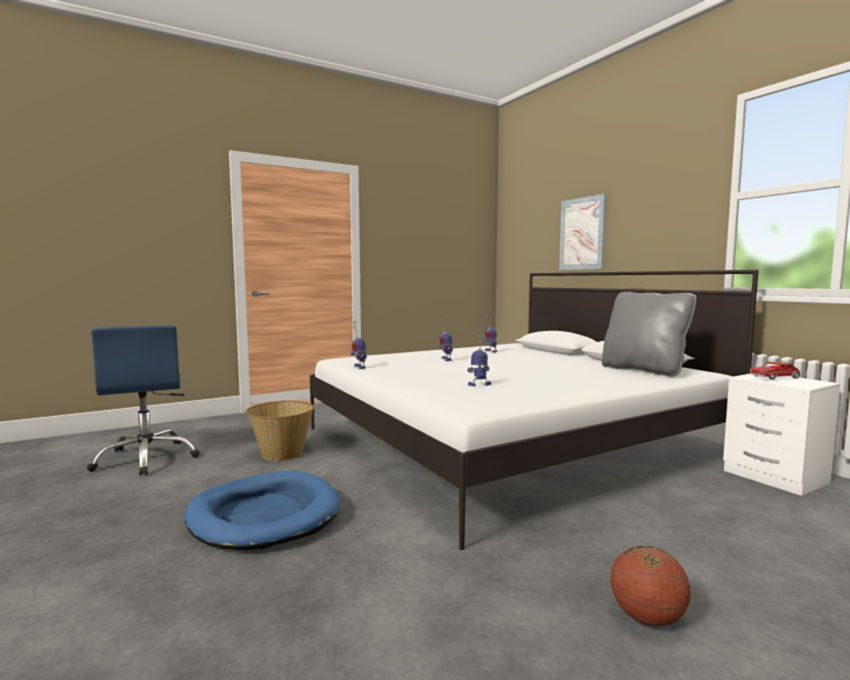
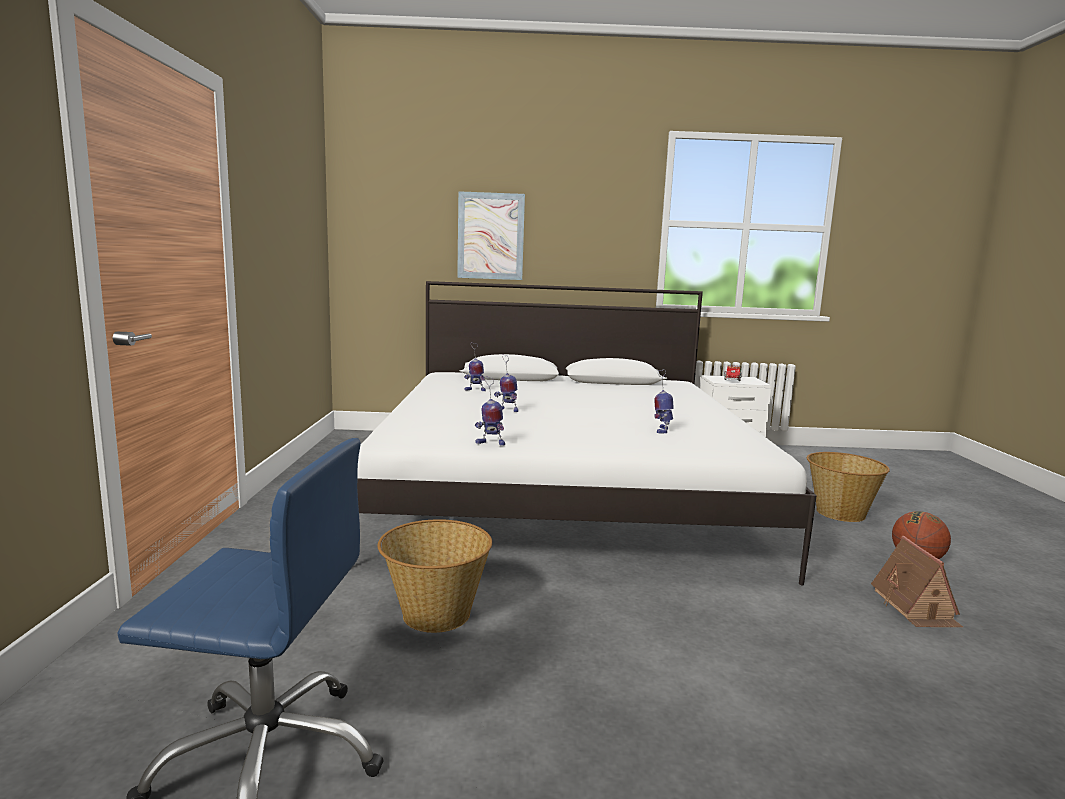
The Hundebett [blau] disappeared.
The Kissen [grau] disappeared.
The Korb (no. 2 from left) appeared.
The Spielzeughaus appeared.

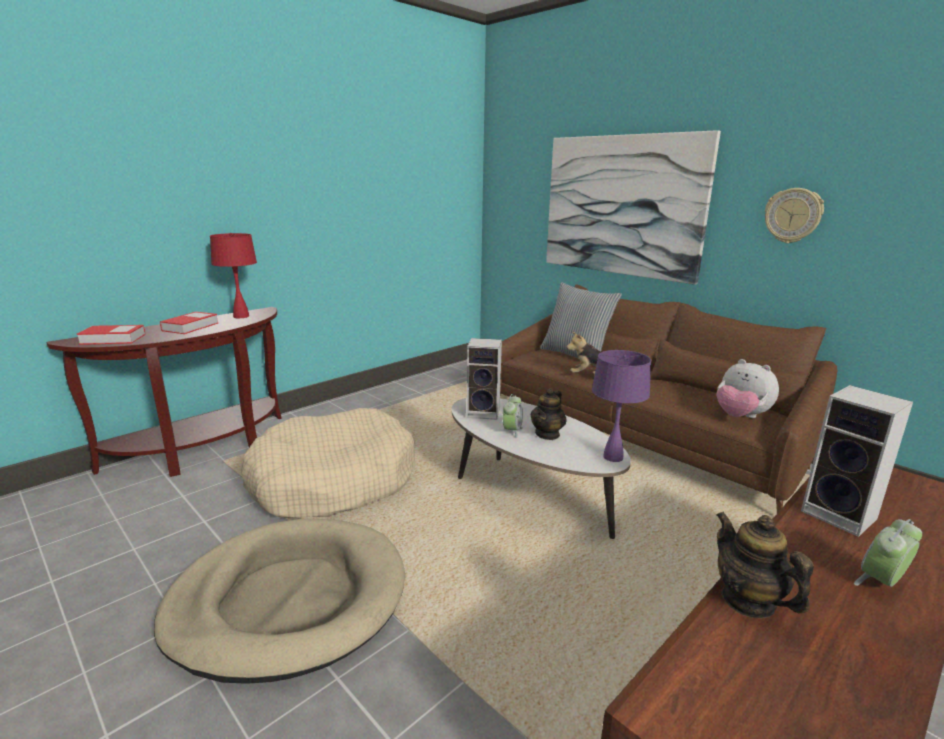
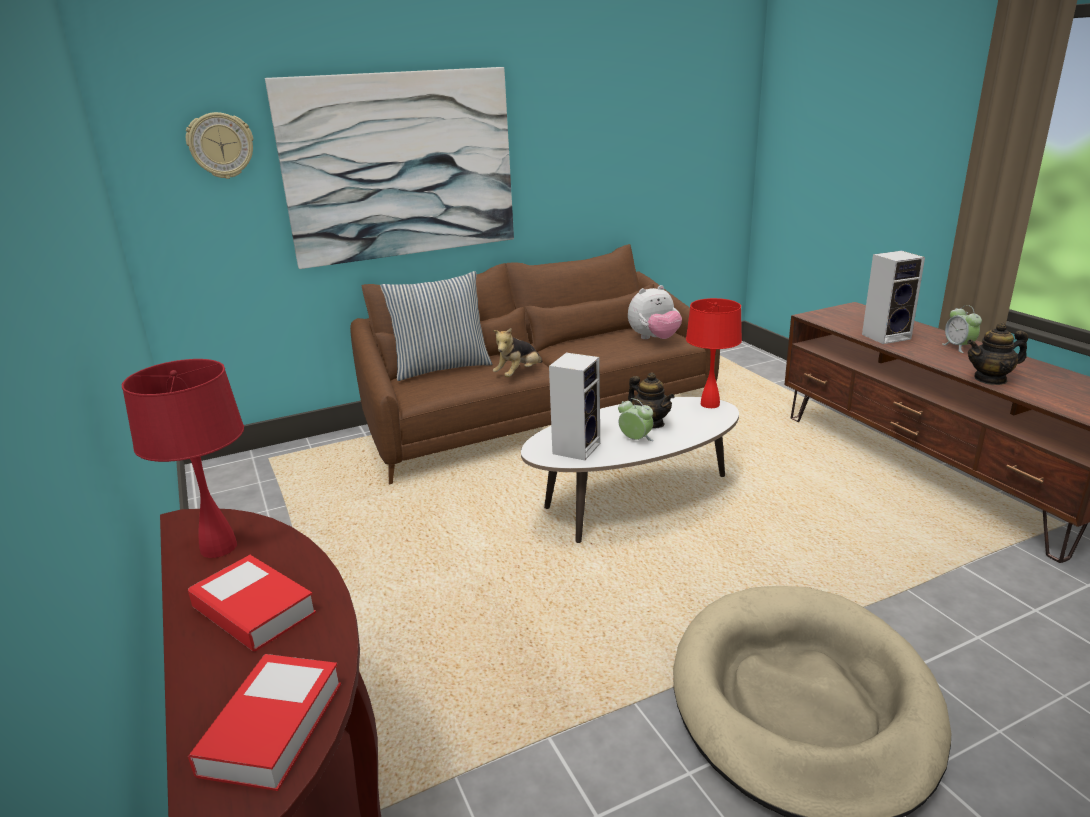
The Hundebett [beige] (no. 2 from left) disappeared.
The Wanduhr moved.
The Tischlampe [lila] became the Tischlampe [rot] (no. 2 from left).

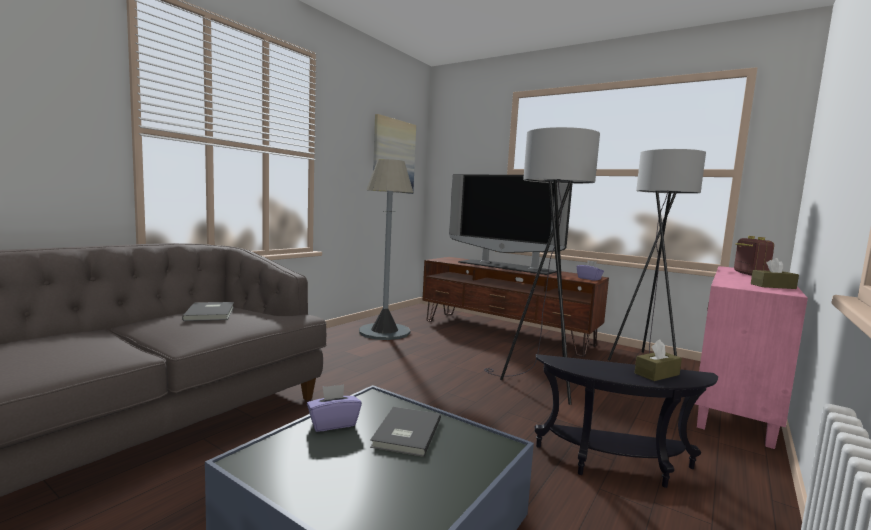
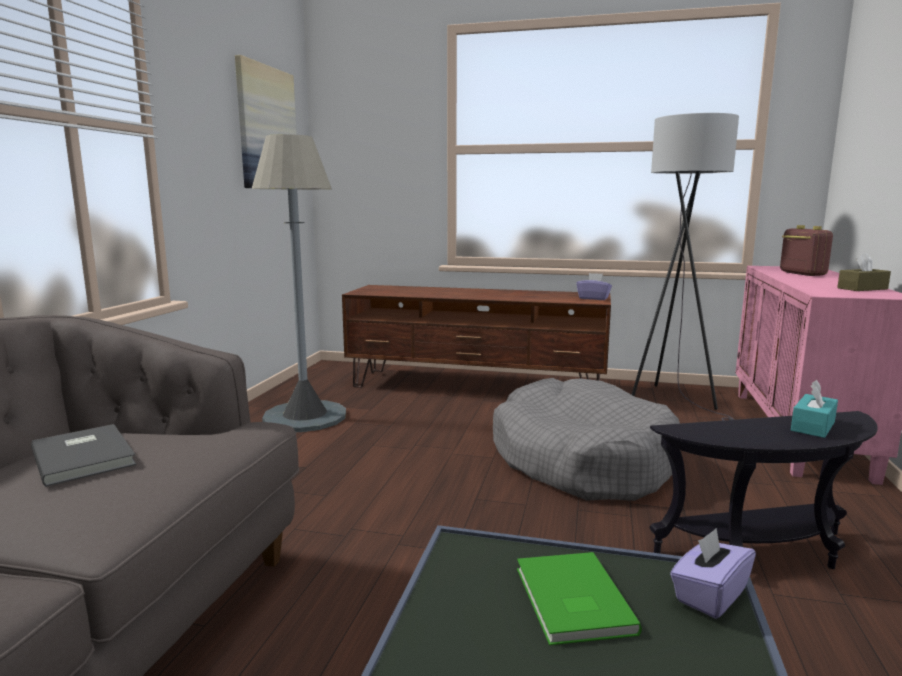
The Fernseher disappeared.
The Taschentuchbox [lila] (no. 1 from left in the first image) moved.
The Stehlampe [grau] (no. 2 from left) was replaced by the Hundebett [grau].
The Buch [grau] (no. 2 from left) became the Buch [grün].
The Taschentuchbox [braun] (no. 1 from left) became the Taschentuchbox [türkis].

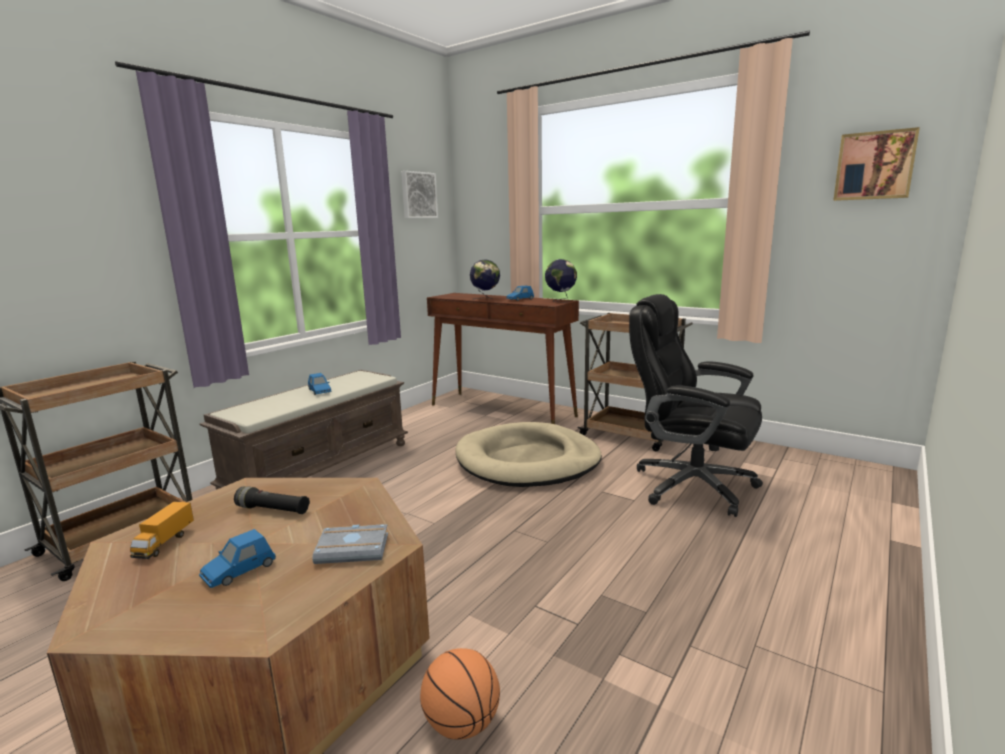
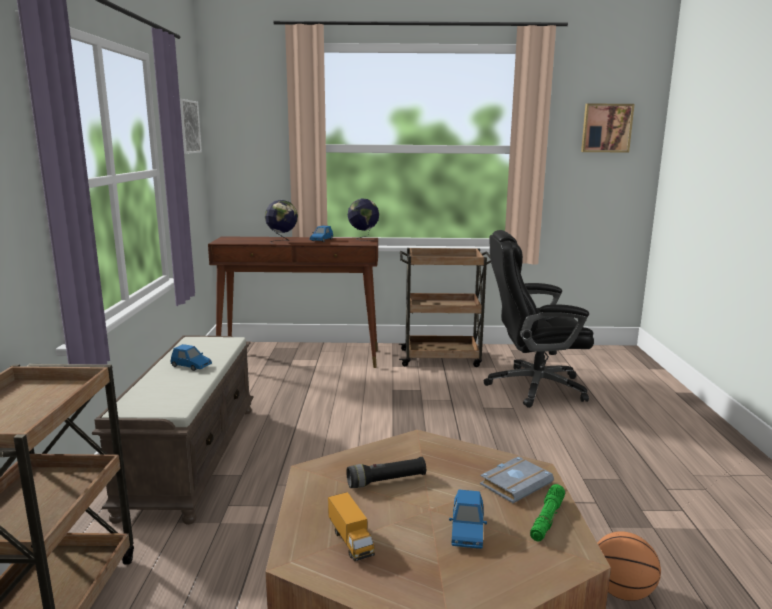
The Hundebett [beige] disappeared.
The Taschenlampe [grün] appeared.

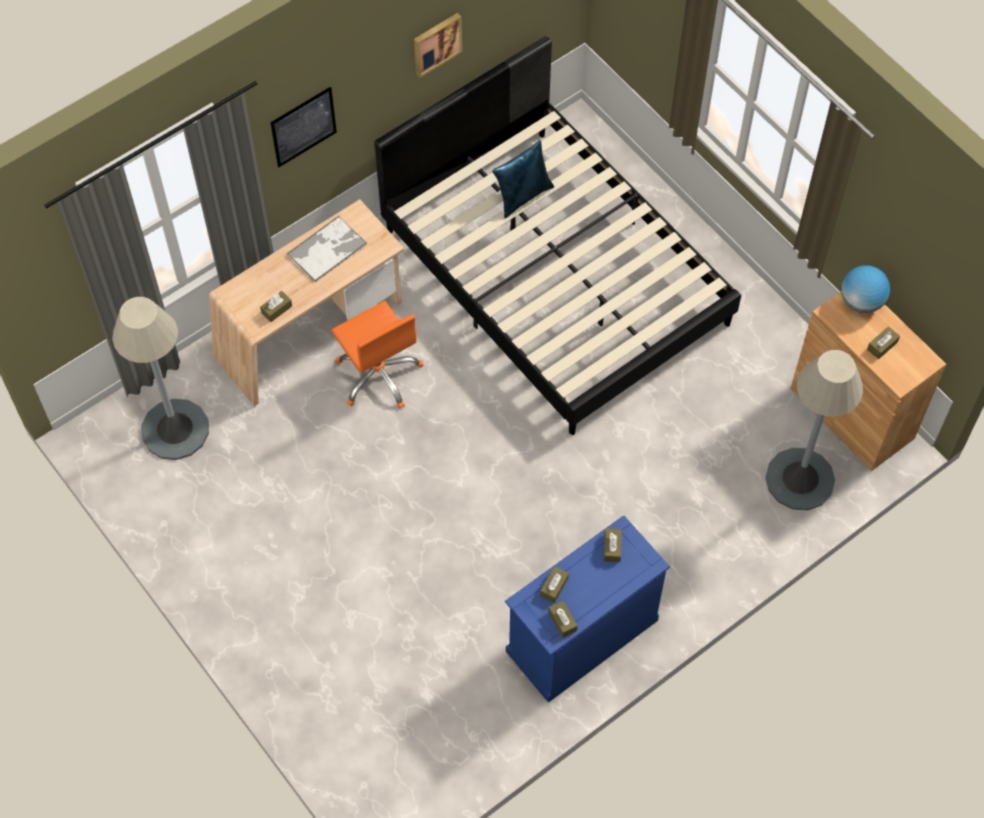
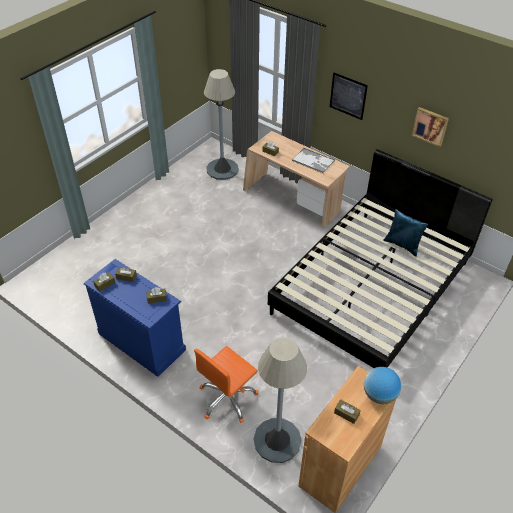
The Bürostuhl [orange] moved.

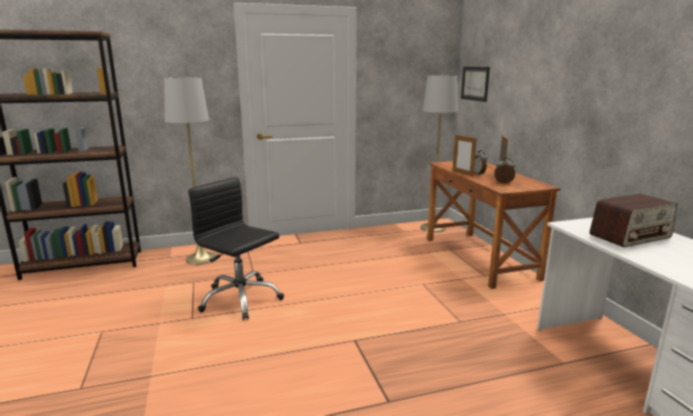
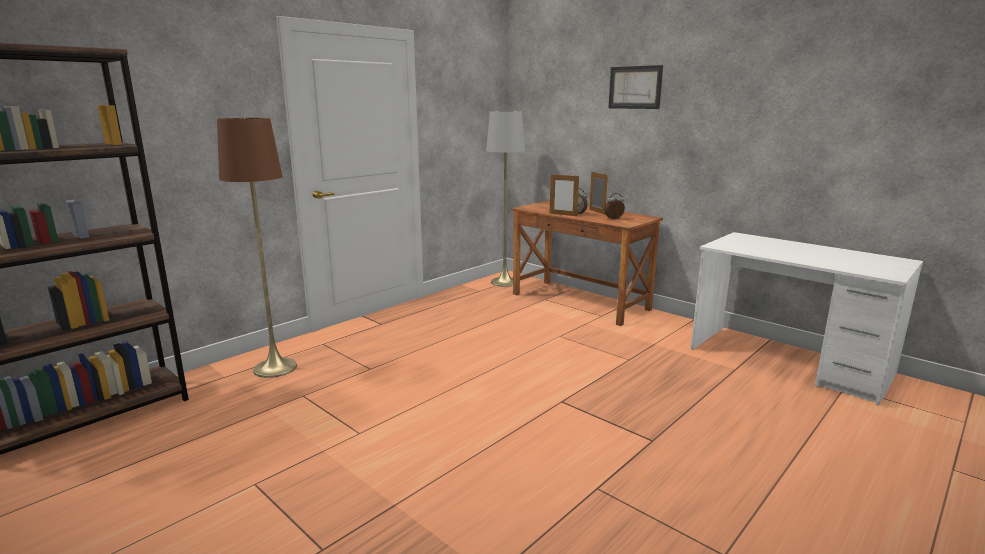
The Bürostuhl [schwarz] disappeared.
The Radio disappeared.
The Bild moved.
The Stehlampe [grau] (no. 1 from left) became the Stehlampe [braun].

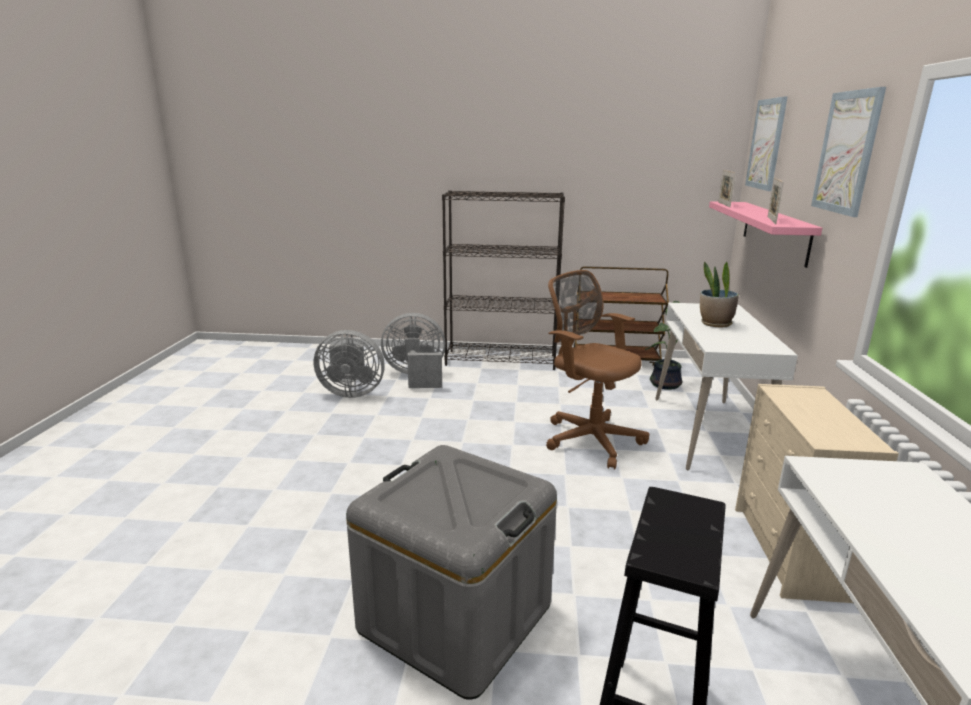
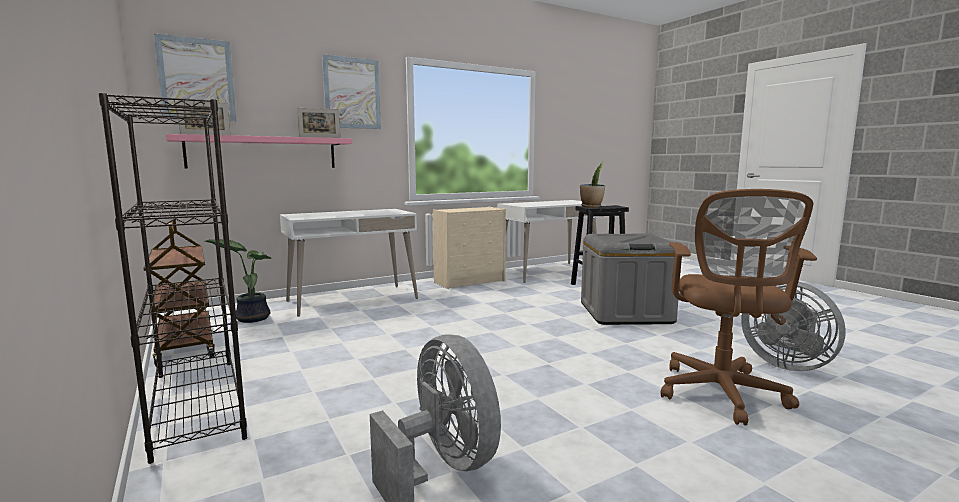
The Ventilator [grau] (no. 2 from left) moved.
The Bürostuhl [braun] moved.
The Topfpflanze (no. 2 from left) moved.

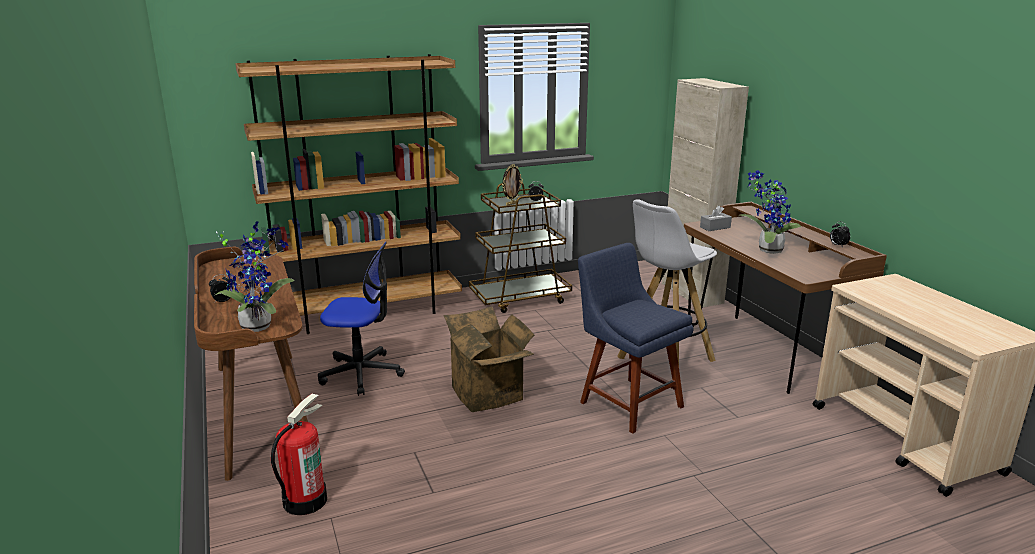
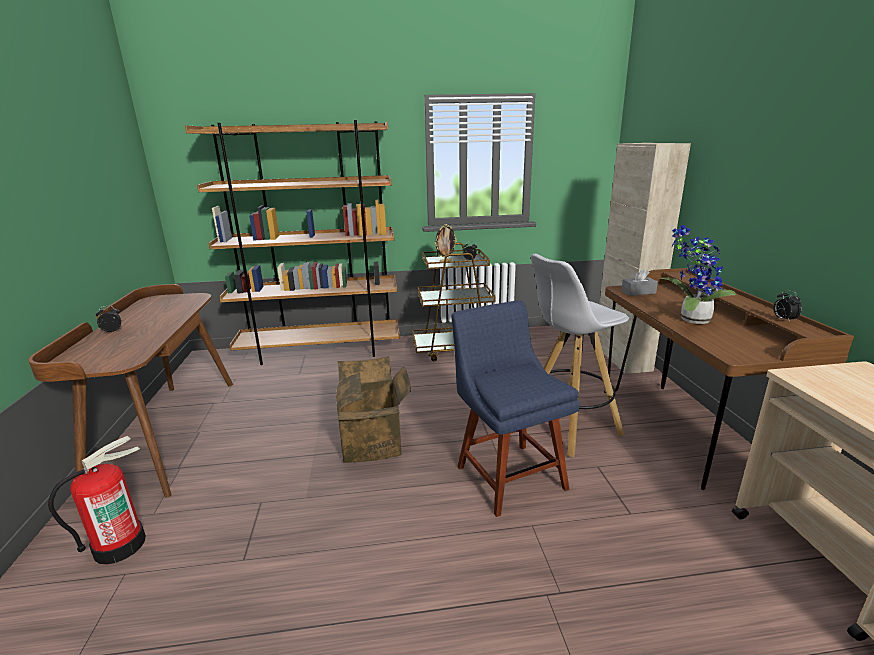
The Topfpflanze (no. 1 from left) disappeared.
The Bürostuhl disappeared.

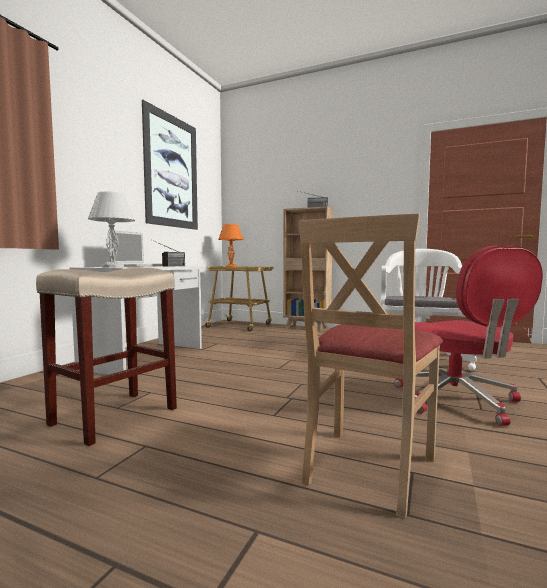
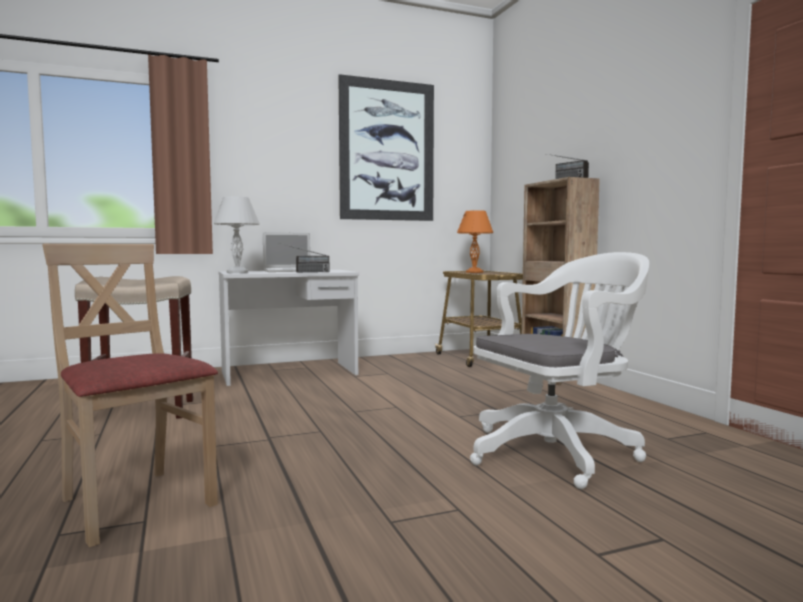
The Bürostuhl [rot] disappeared.
The Stuhl [beige] turned 60 degrees clockwise.

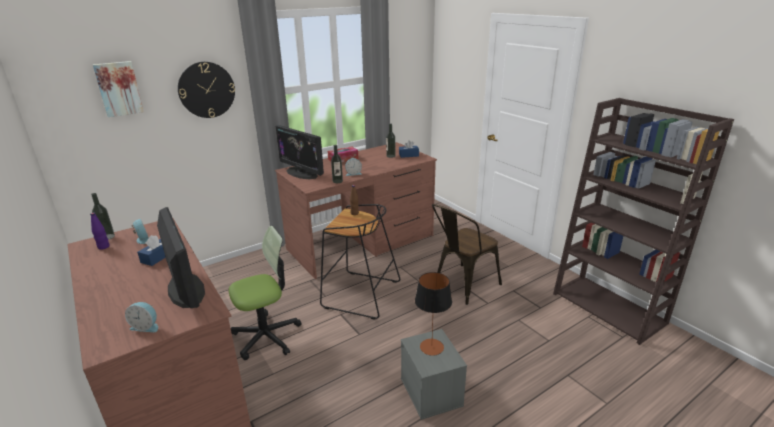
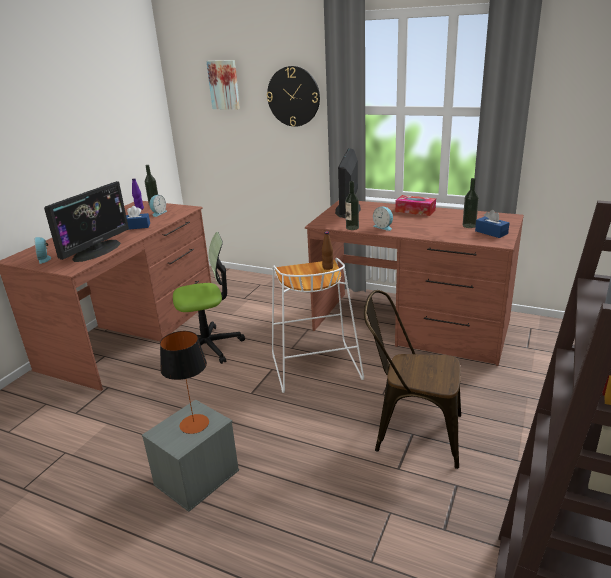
The Hocker [schwarz] became the Hocker [weiß].
The Bürostuhl turned 45 degrees counterclockwise.

